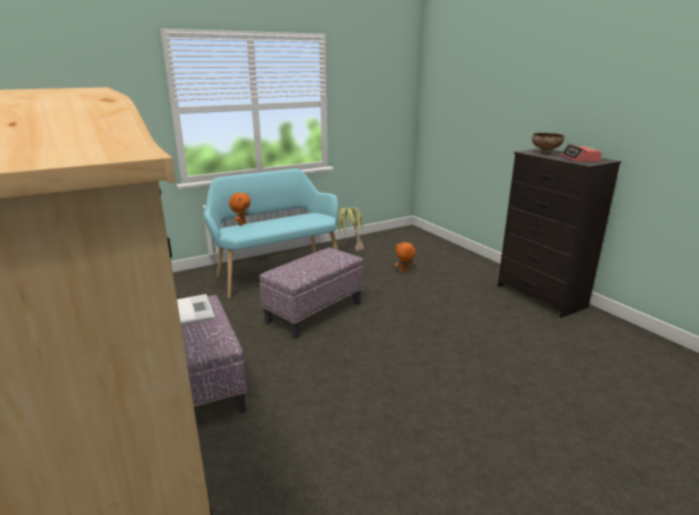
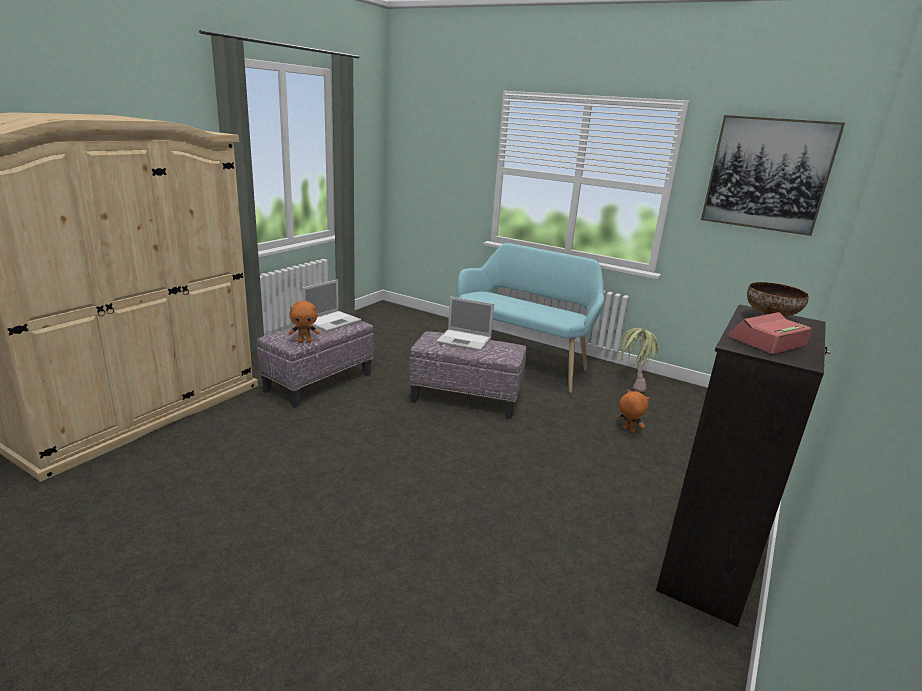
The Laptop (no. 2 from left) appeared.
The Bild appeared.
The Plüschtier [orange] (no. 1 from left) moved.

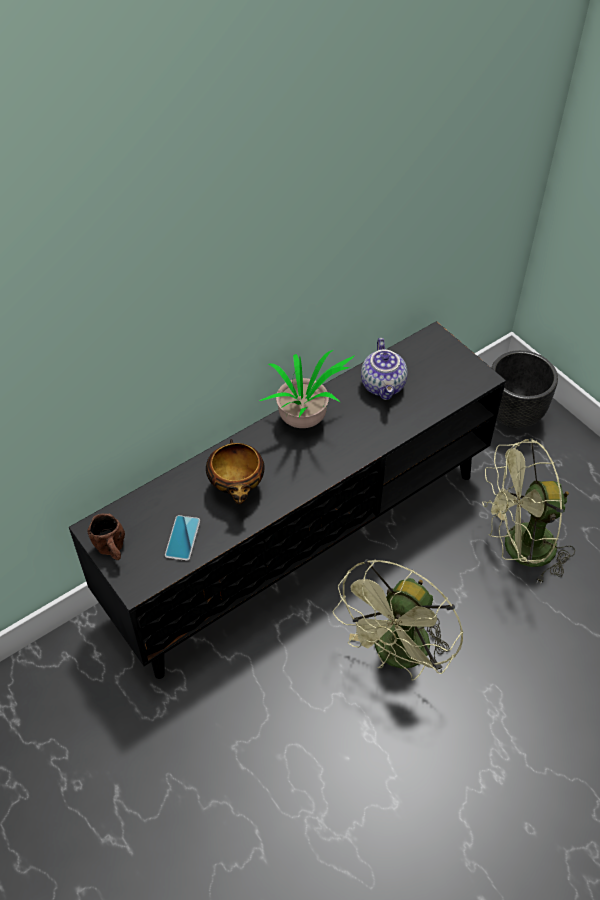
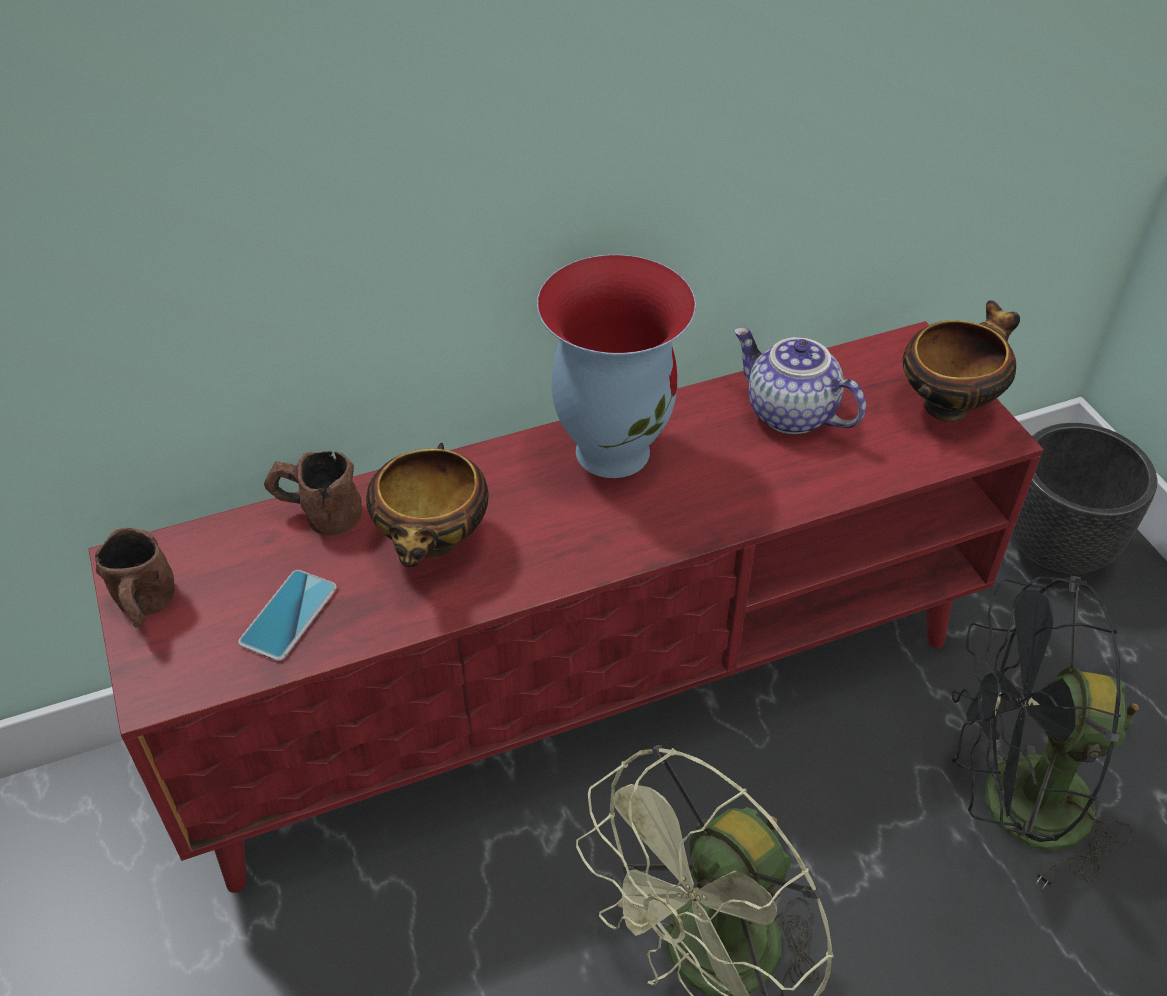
The Henkelbecher [braun] (no. 2 from left) appeared.
The Schüssel (no. 2 from left) appeared.
The Topfpflanze was replaced by the Vase.
The Fernsehschrank [schwarz] became the Fernsehschrank [rot].
The Ventilator [grün] (no. 2 from left) became the Ventilator [schwarz].
The Teekanne turned 120 degrees clockwise.

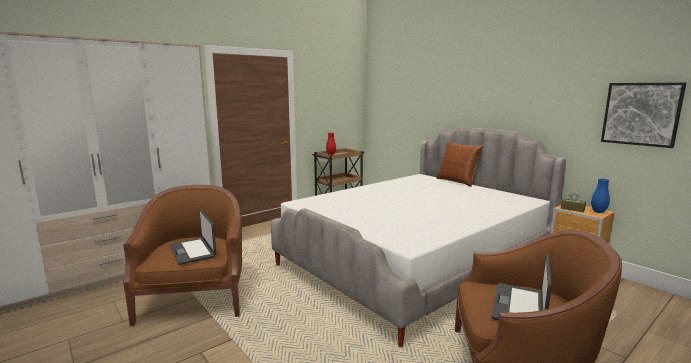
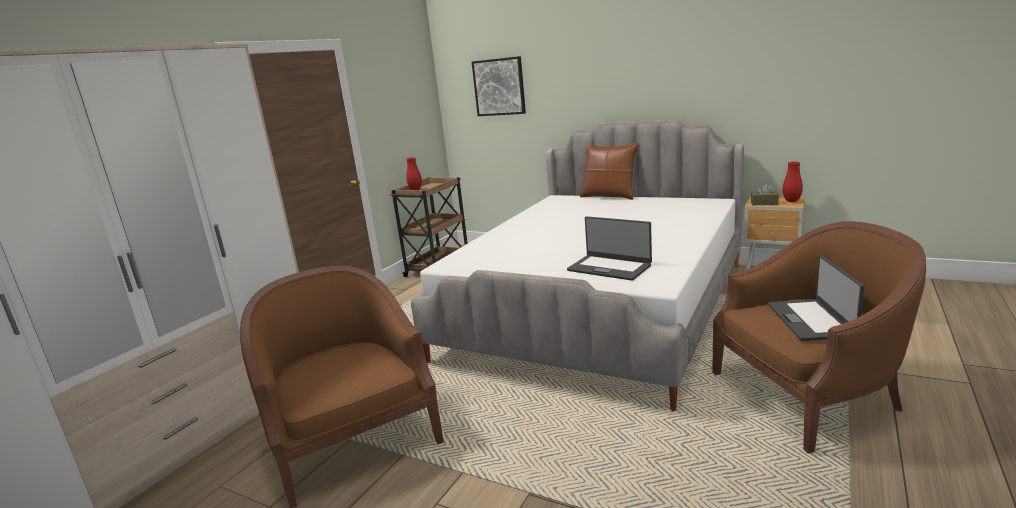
The Laptop (no. 1 from left) moved.
The Bild moved.
The Vase [blau] became the Vase [rot] (no. 2 from left).

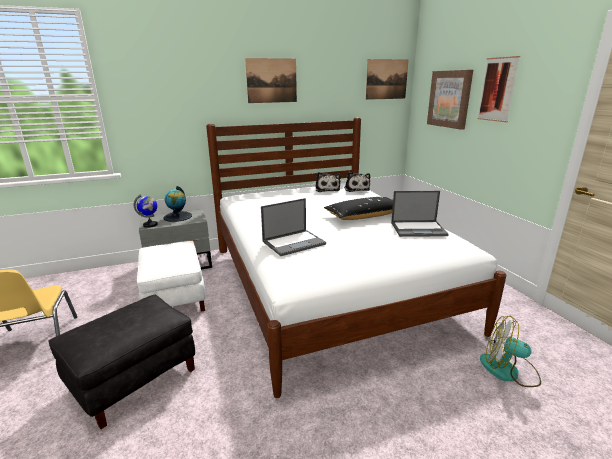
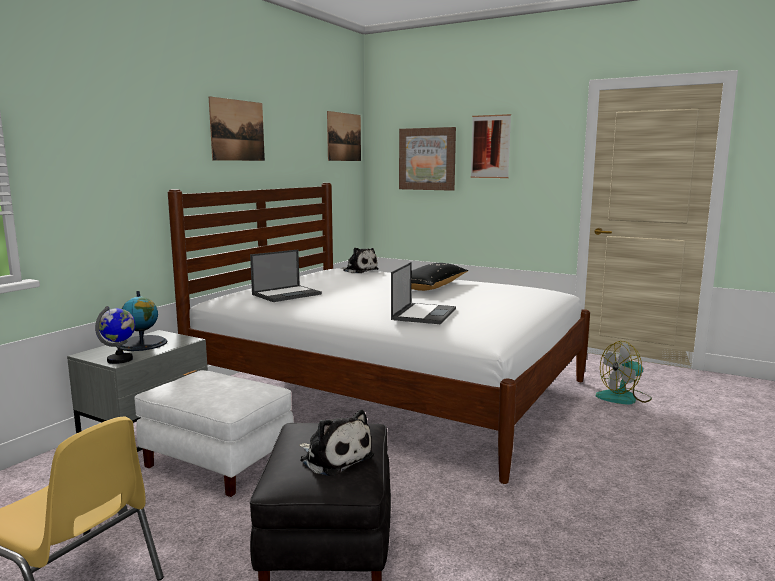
The Plüschtier (no. 1 from left) moved.
The Laptop (no. 2 from left in the first image) moved.

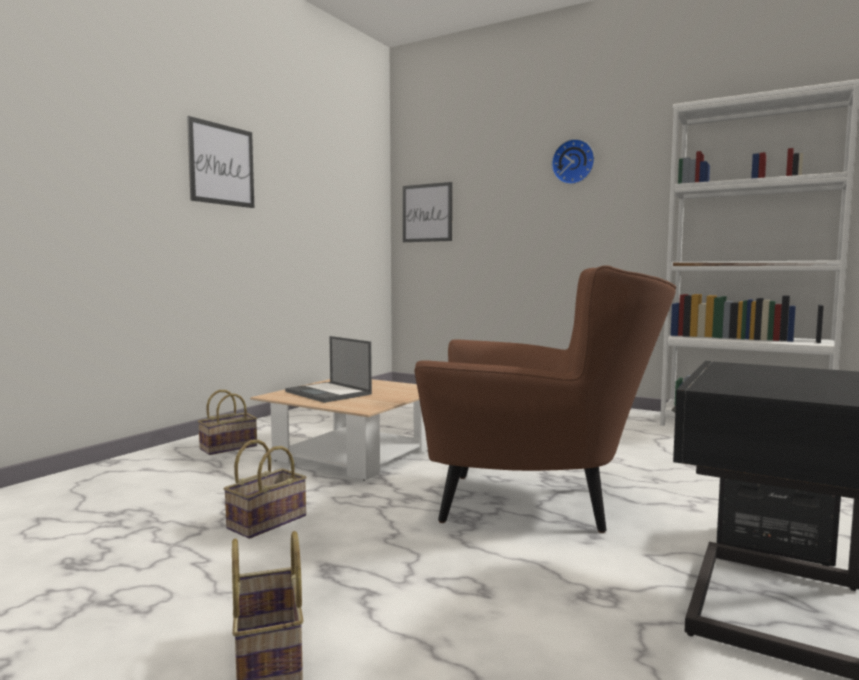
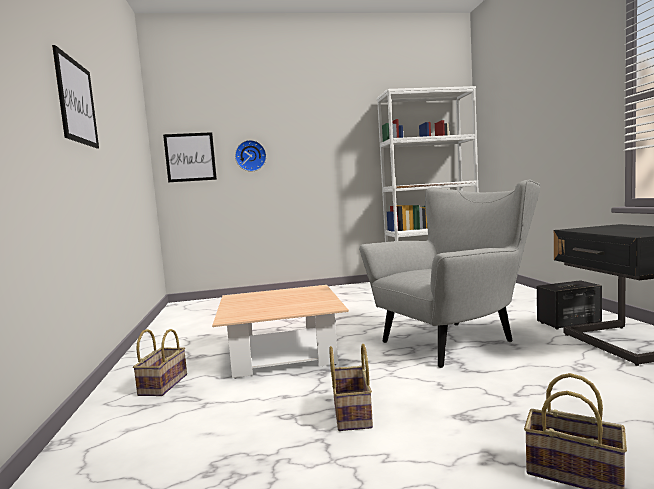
The Laptop disappeared.
The Wanduhr moved.
The Sessel [braun] became the Sessel [grau].

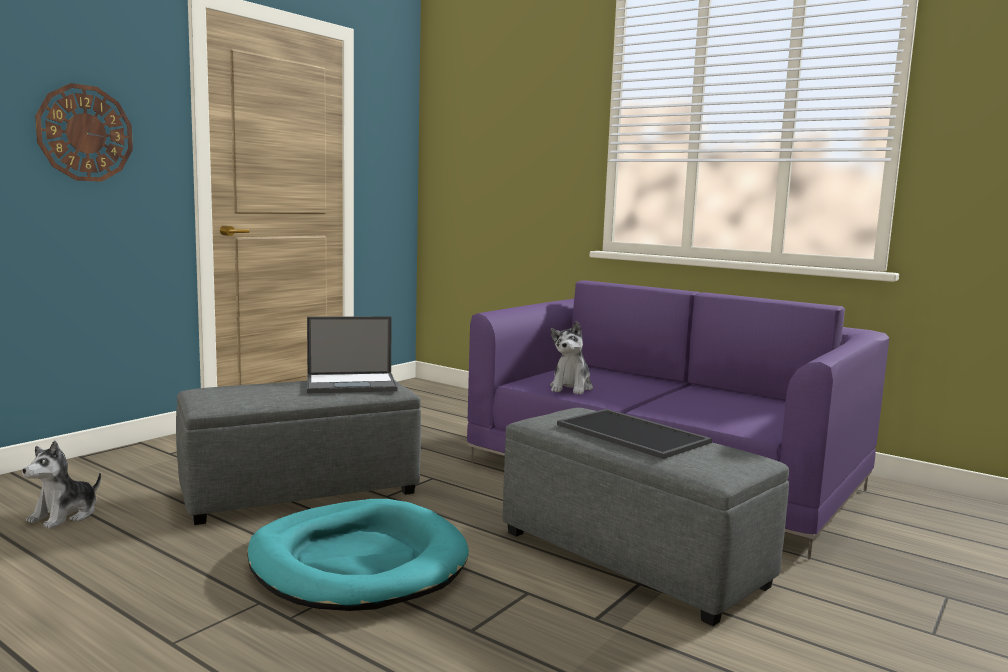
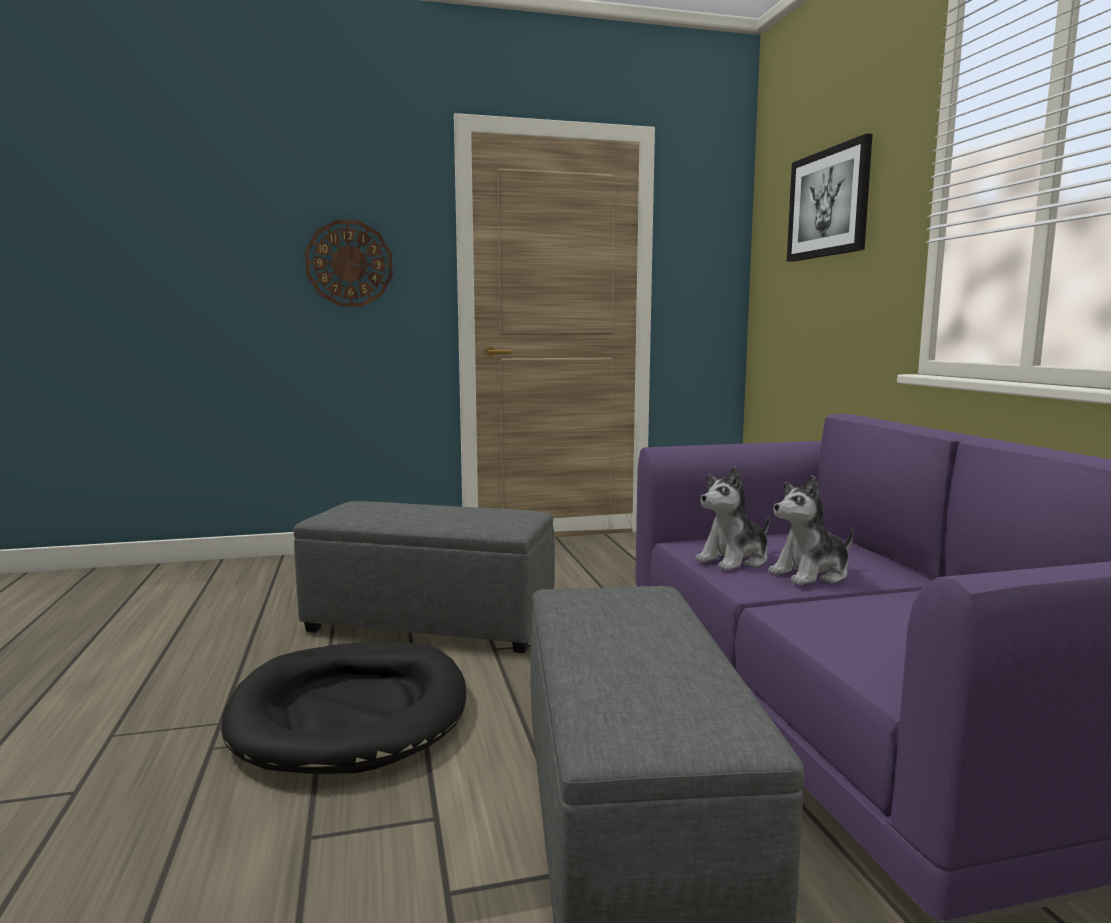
The Laptop disappeared.
The Tablett disappeared.
The Bild appeared.
The Plüschtier (no. 1 from left in the first image) moved.
The Hundebett [türkis] became the Hundebett [schwarz].

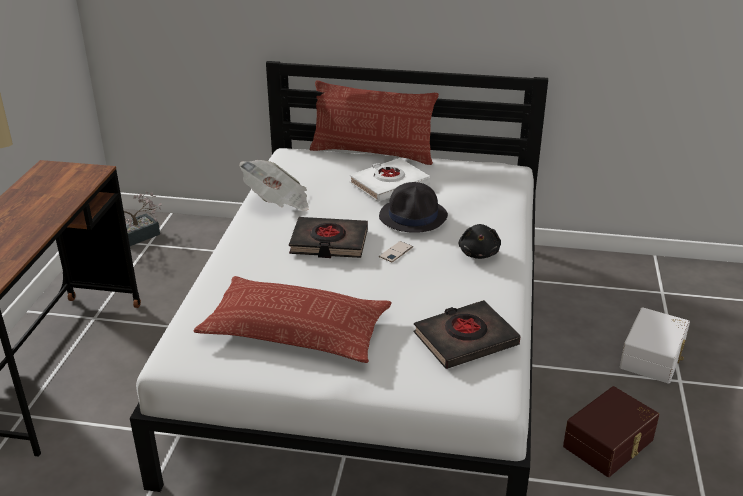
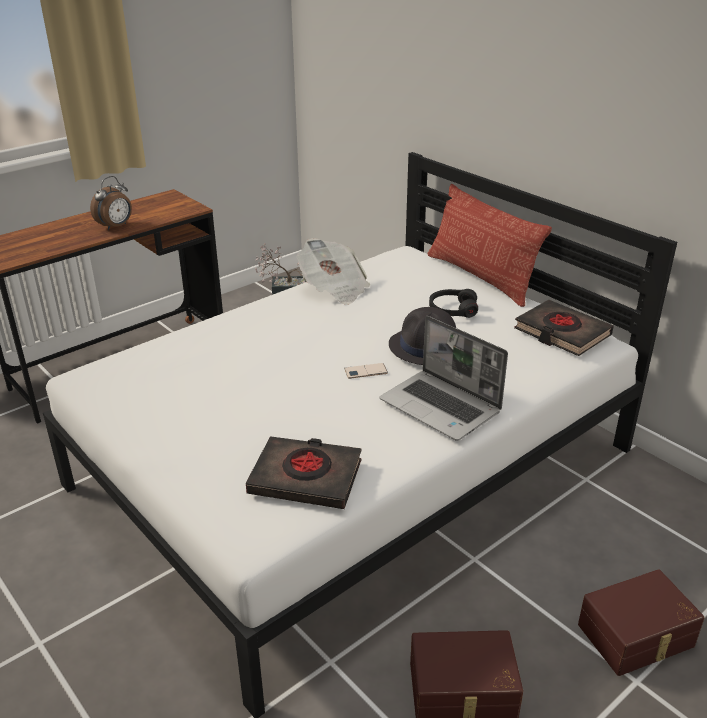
The Kissen (no. 1 from left) disappeared.
The Wecker appeared.
The Buch [schwarz] (no. 1 from left in the first image) moved.
The Buch [weiß] was replaced by the Kopfhörer [schwarz].
The Plüschtier [schwarz] was replaced by the Laptop.
The Aufbewahrungsbox [weiß] became the Aufbewahrungsbox [braun] (no. 2 from left).

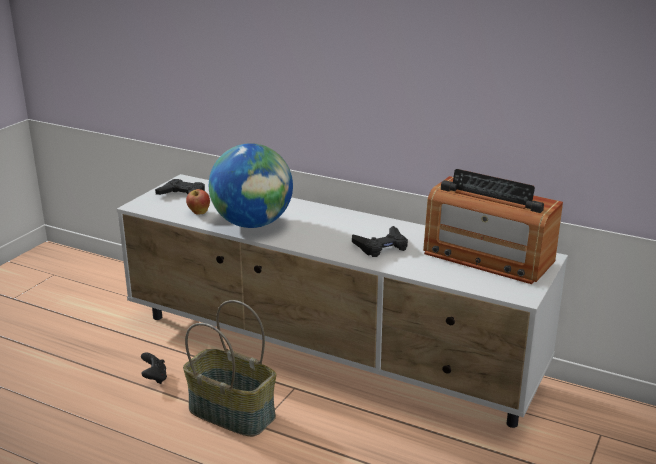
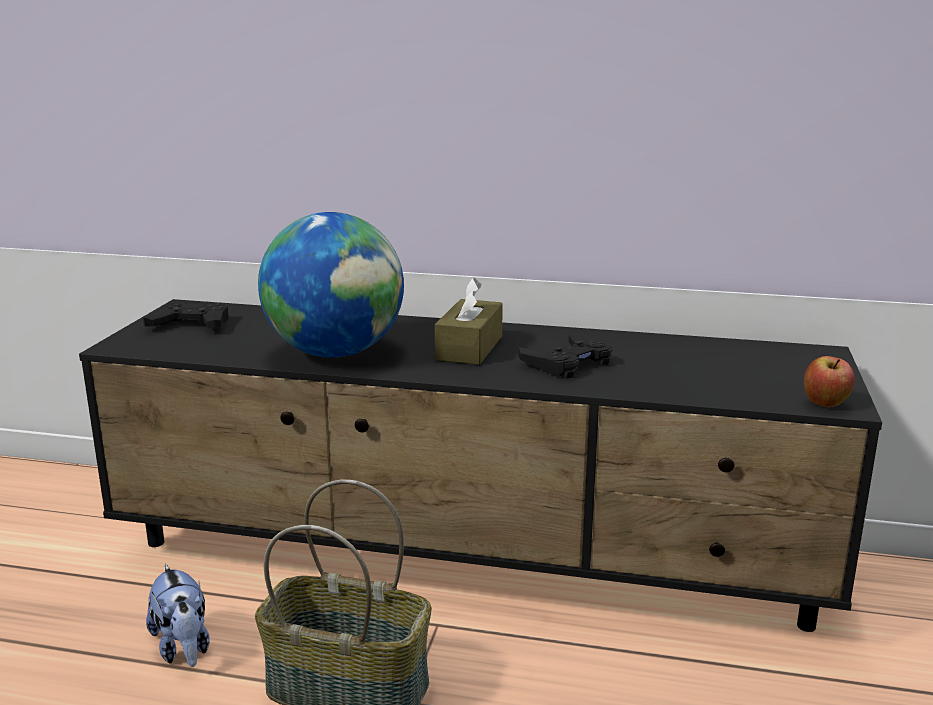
The Radio disappeared.
The Taschentuchbox [braun] appeared.
The Apfel moved.
The Gamepad [schwarz] (no. 1 from left) was replaced by the Plüschtier.
The Fernsehschrank [weiß] became the Fernsehschrank [schwarz].

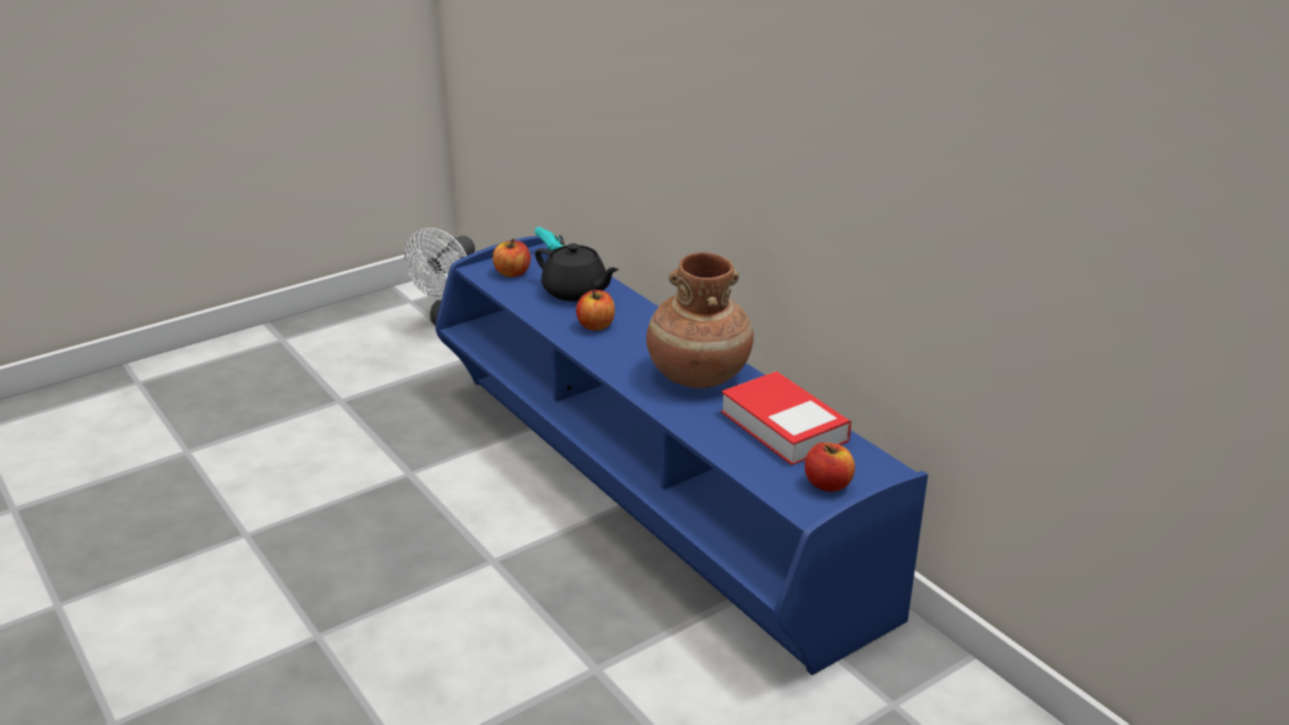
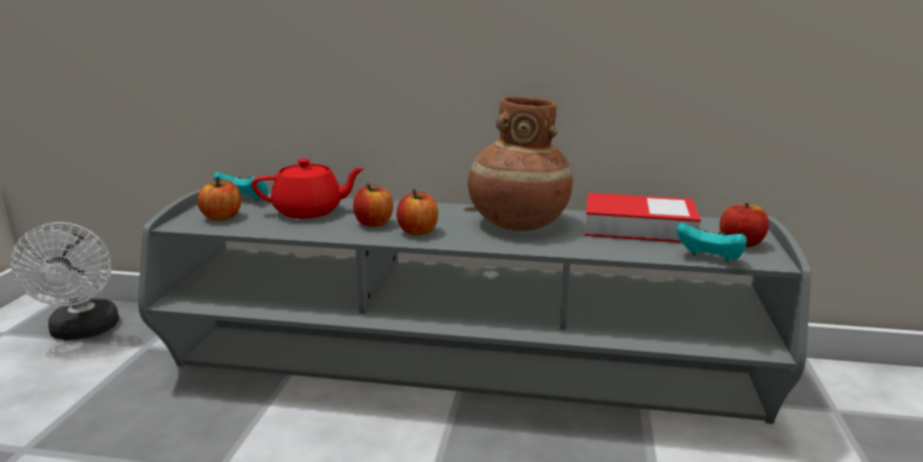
The Apfel (no. 3 from left) appeared.
The Gamepad [türkis] (no. 2 from left) appeared.
The Fernsehschrank [blau] became the Fernsehschrank [grau].
The Teekanne [schwarz] became the Teekanne [rot].

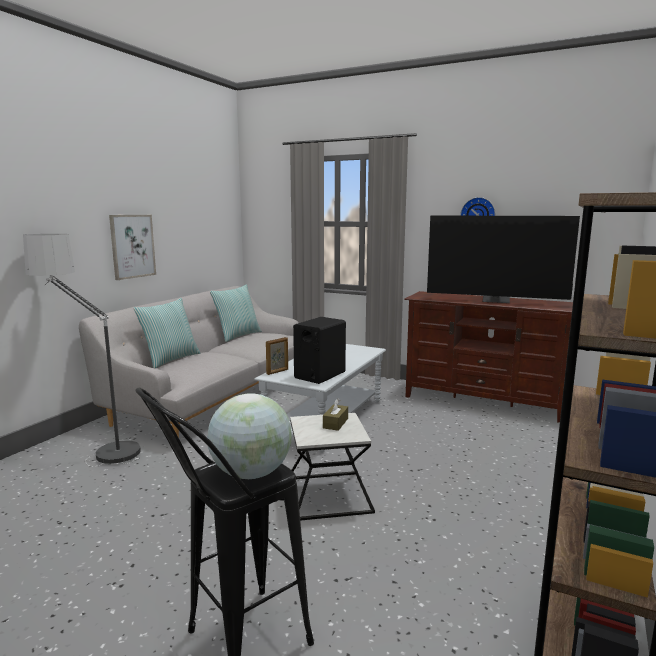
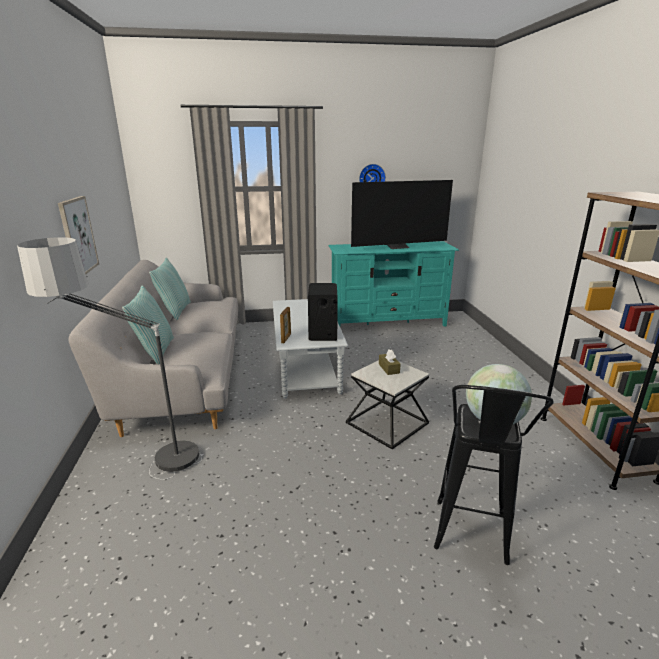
The Fernsehschrank [braun] became the Fernsehschrank [türkis].

